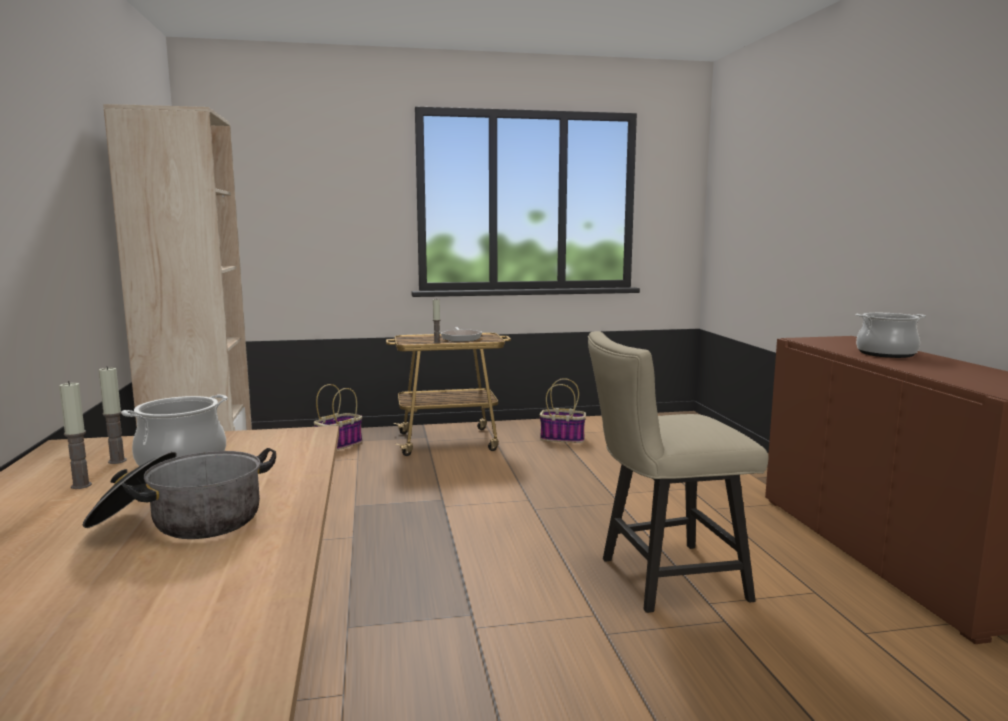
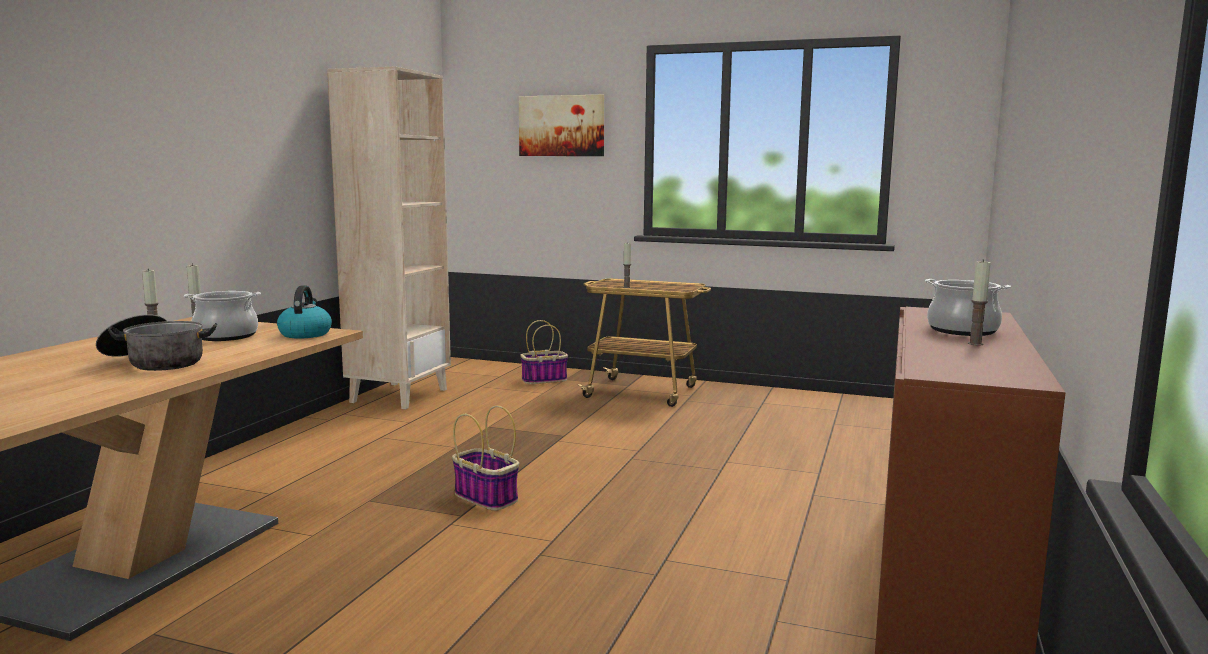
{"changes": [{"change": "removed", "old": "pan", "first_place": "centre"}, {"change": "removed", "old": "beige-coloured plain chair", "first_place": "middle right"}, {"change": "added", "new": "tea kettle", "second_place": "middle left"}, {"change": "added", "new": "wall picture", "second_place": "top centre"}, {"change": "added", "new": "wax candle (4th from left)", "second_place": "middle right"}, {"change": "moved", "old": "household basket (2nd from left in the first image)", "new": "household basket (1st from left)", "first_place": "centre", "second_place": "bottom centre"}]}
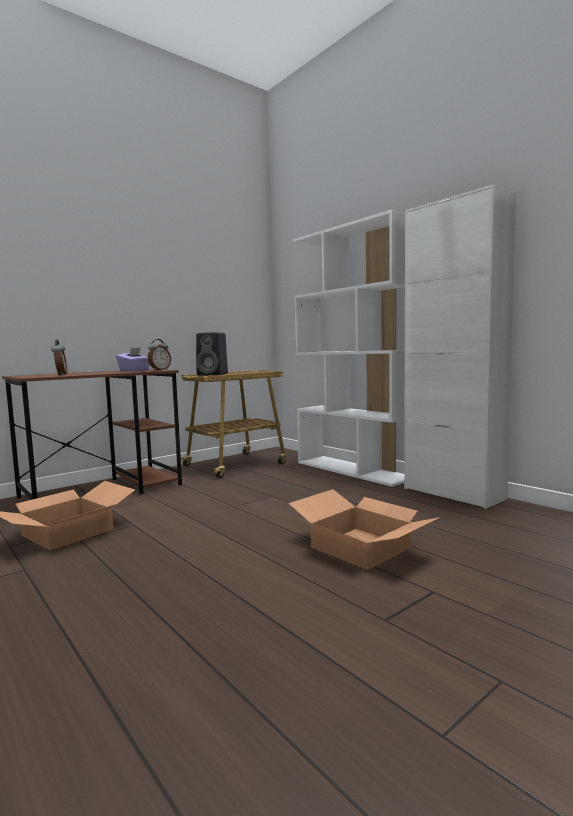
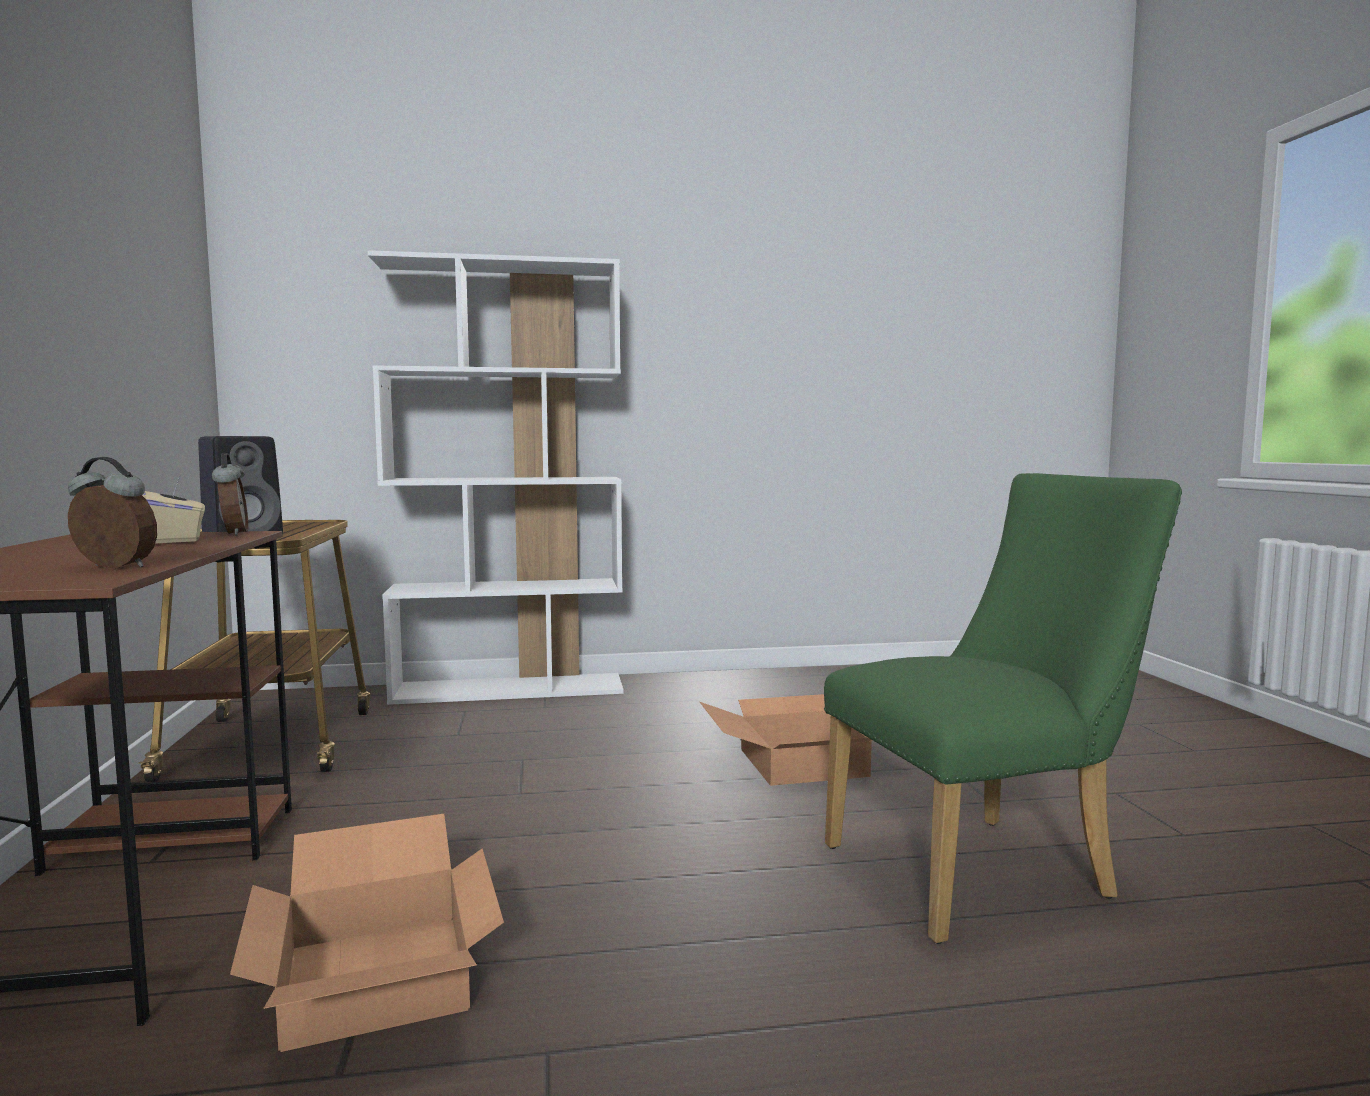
{"changes": [{"change": "removed", "old": "white-coloured cabinet", "first_place": "middle right"}, {"change": "added", "new": "green-coloured plain chair", "second_place": "middle right"}, {"change": "recoloured", "old": "purple tissue holder", "new": "beige-coloured tissue holder", "first_place": "middle left", "second_place": "middle left"}]}
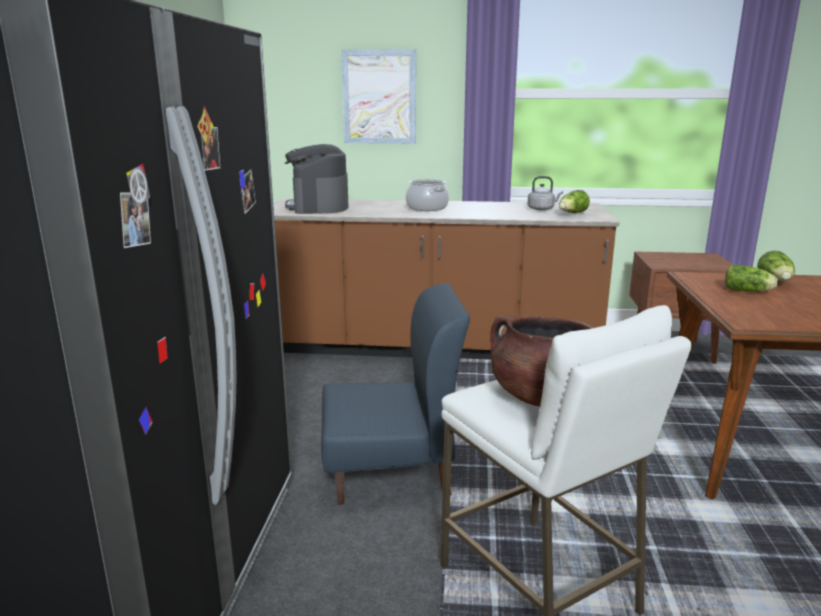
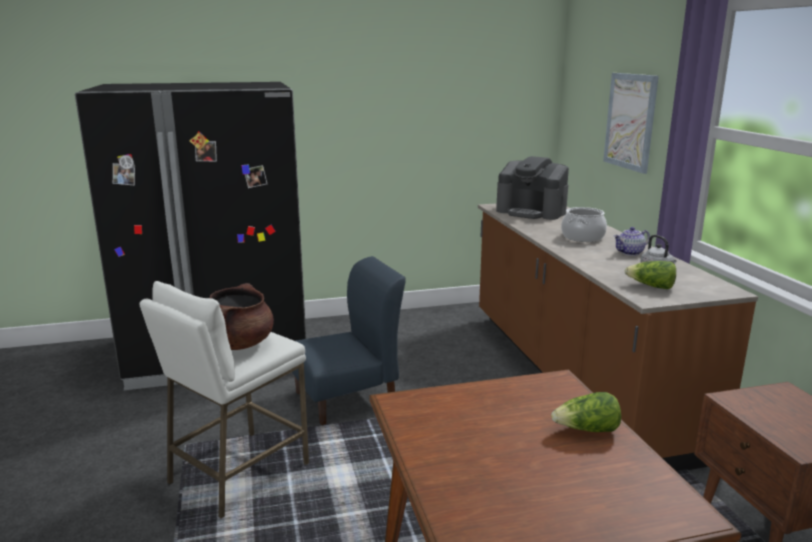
{"changes": [{"change": "removed", "old": "lettuce (2nd from left)", "first_place": "middle right"}, {"change": "added", "new": "pot for tea", "second_place": "middle right"}, {"change": "turned", "old": "coffee machine", "first_place": "top centre", "second_place": "centre", "degrees": -120}, {"change": "turned", "old": "blue-coloured plain chair", "first_place": "centre", "second_place": "centre", "degrees": -90}]}
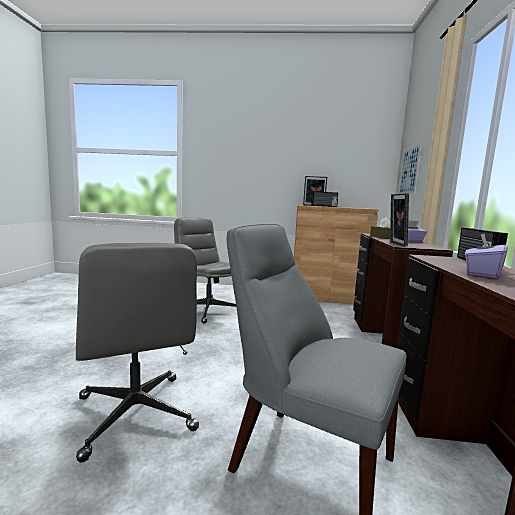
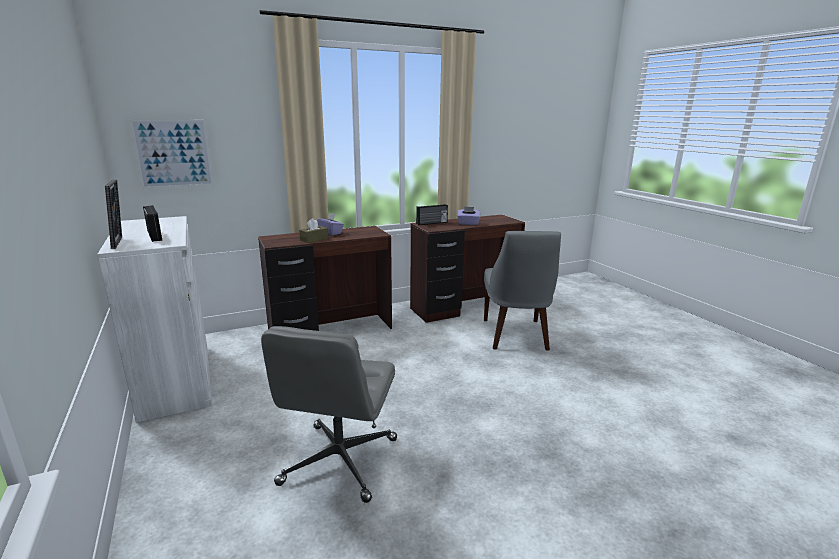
{"changes": [{"change": "removed", "old": "greyish desk chair (1st from left)", "first_place": "bottom left"}, {"change": "removed", "old": "picture frame (2nd from left)", "first_place": "middle right"}, {"change": "recoloured", "old": "brownish cabinet", "new": "white-coloured cabinet", "first_place": "centre", "second_place": "middle left"}]}
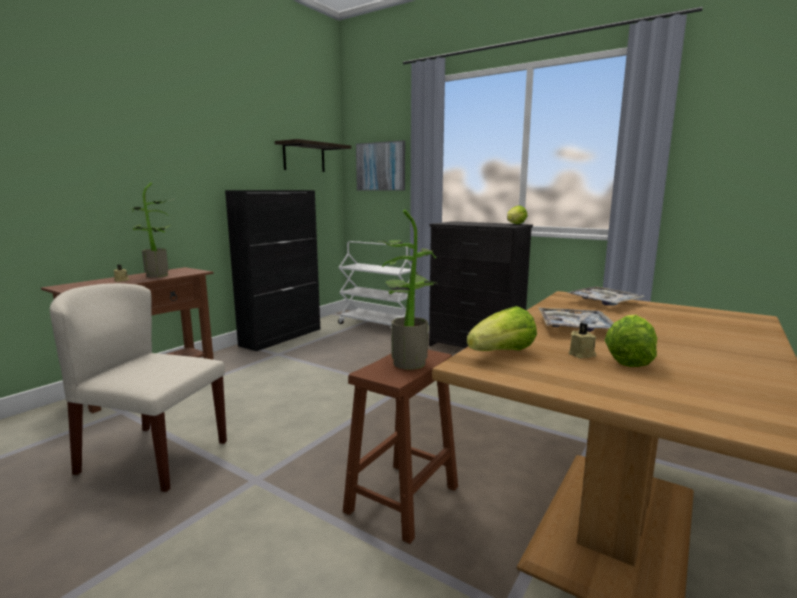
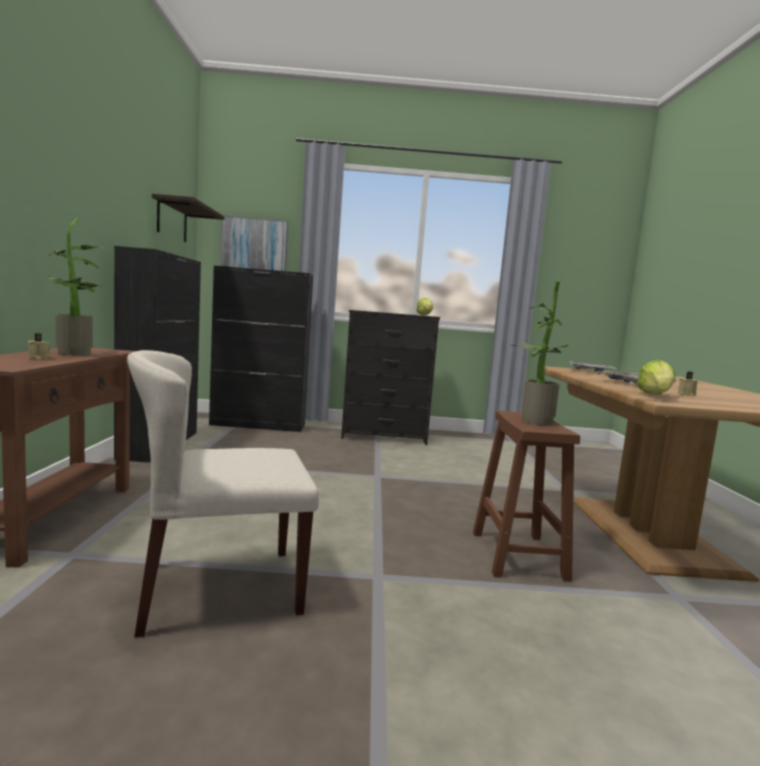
{"changes": [{"change": "removed", "old": "lettuce (3rd from left)", "first_place": "middle right"}, {"change": "replaced", "old": "white-coloured wheeled cart", "new": "blackish cabinet (2nd from left)", "first_place": "centre", "second_place": "centre"}]}
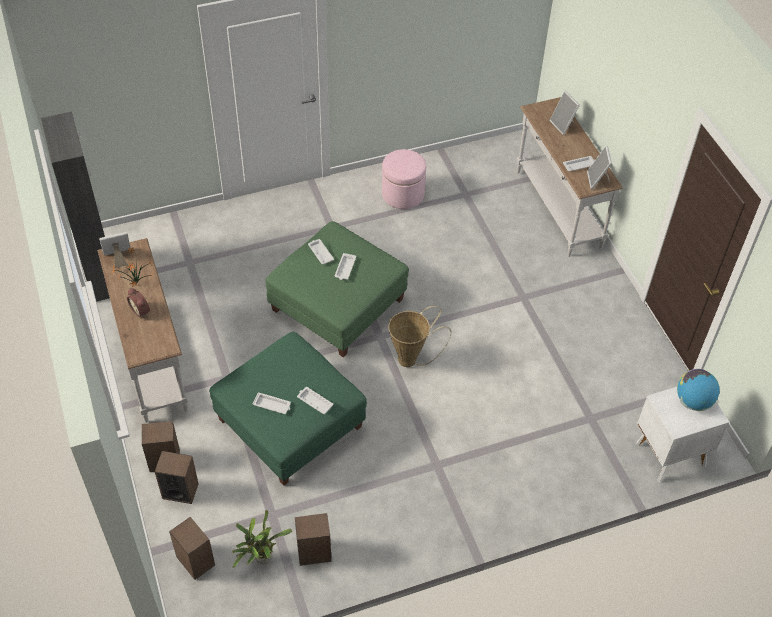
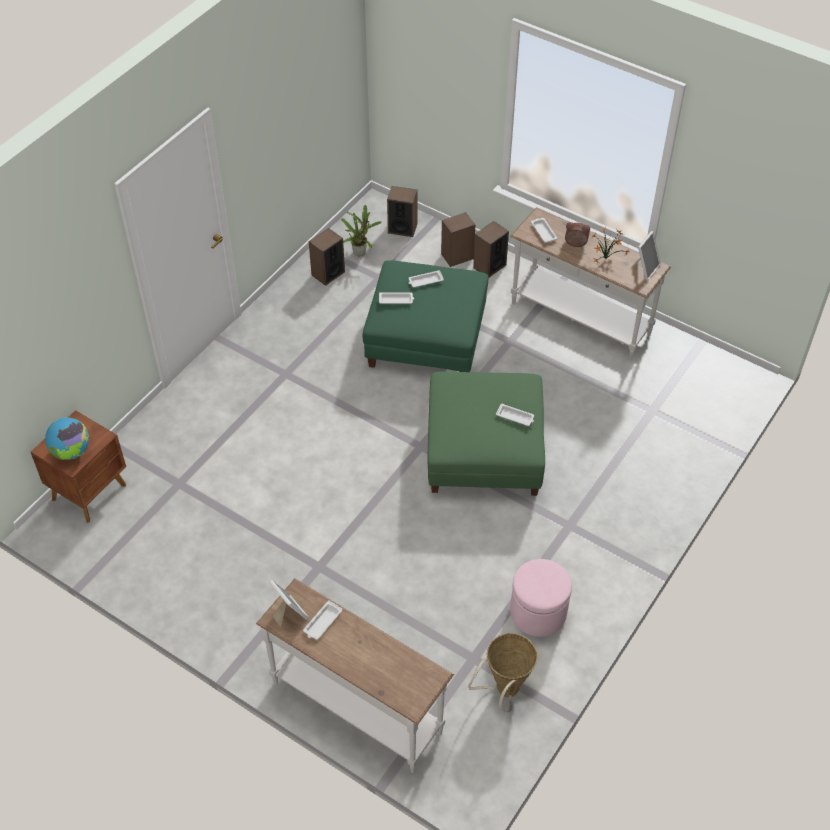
{"changes": [{"change": "removed", "old": "blackish cabinet", "first_place": "middle left"}, {"change": "removed", "old": "picture frame (2nd from left)", "first_place": "top right"}, {"change": "moved", "old": "white-coloured carrying tray (4th from left in the first image)", "new": "white-coloured carrying tray (5th from left)", "first_place": "centre", "second_place": "top centre"}, {"change": "moved", "old": "household basket", "first_place": "centre", "second_place": "bottom centre"}, {"change": "recoloured", "old": "white-coloured bedside table", "new": "brownish bedside table", "first_place": "bottom right", "second_place": "middle left"}]}
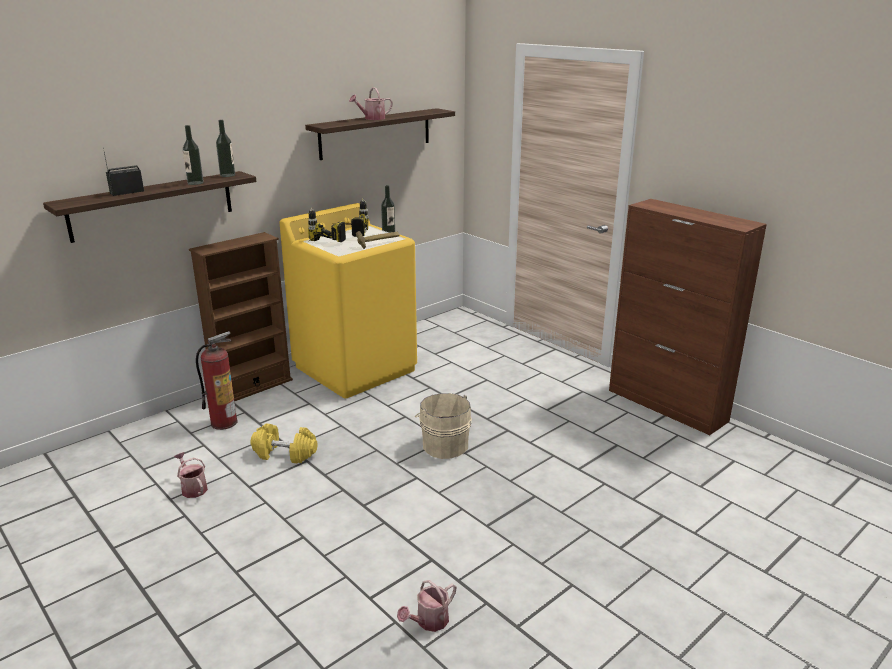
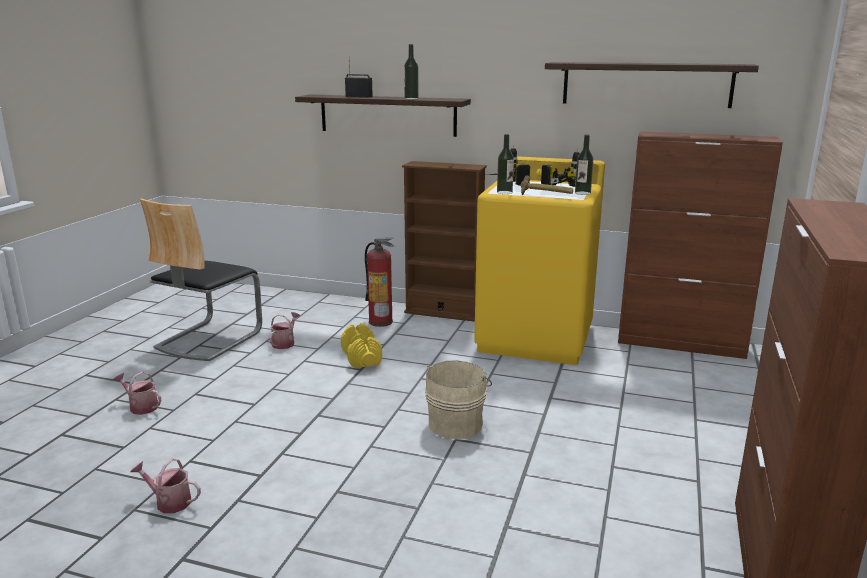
{"changes": [{"change": "added", "new": "plain chair", "second_place": "middle left"}, {"change": "added", "new": "brownish cabinet (1st from left)", "second_place": "middle right"}, {"change": "moved", "old": "drink bottle (2nd from left)", "first_place": "top left", "second_place": "top centre"}, {"change": "moved", "old": "watering can (2nd from left in the first image)", "new": "watering can (1st from left)", "first_place": "top centre", "second_place": "bottom left"}]}
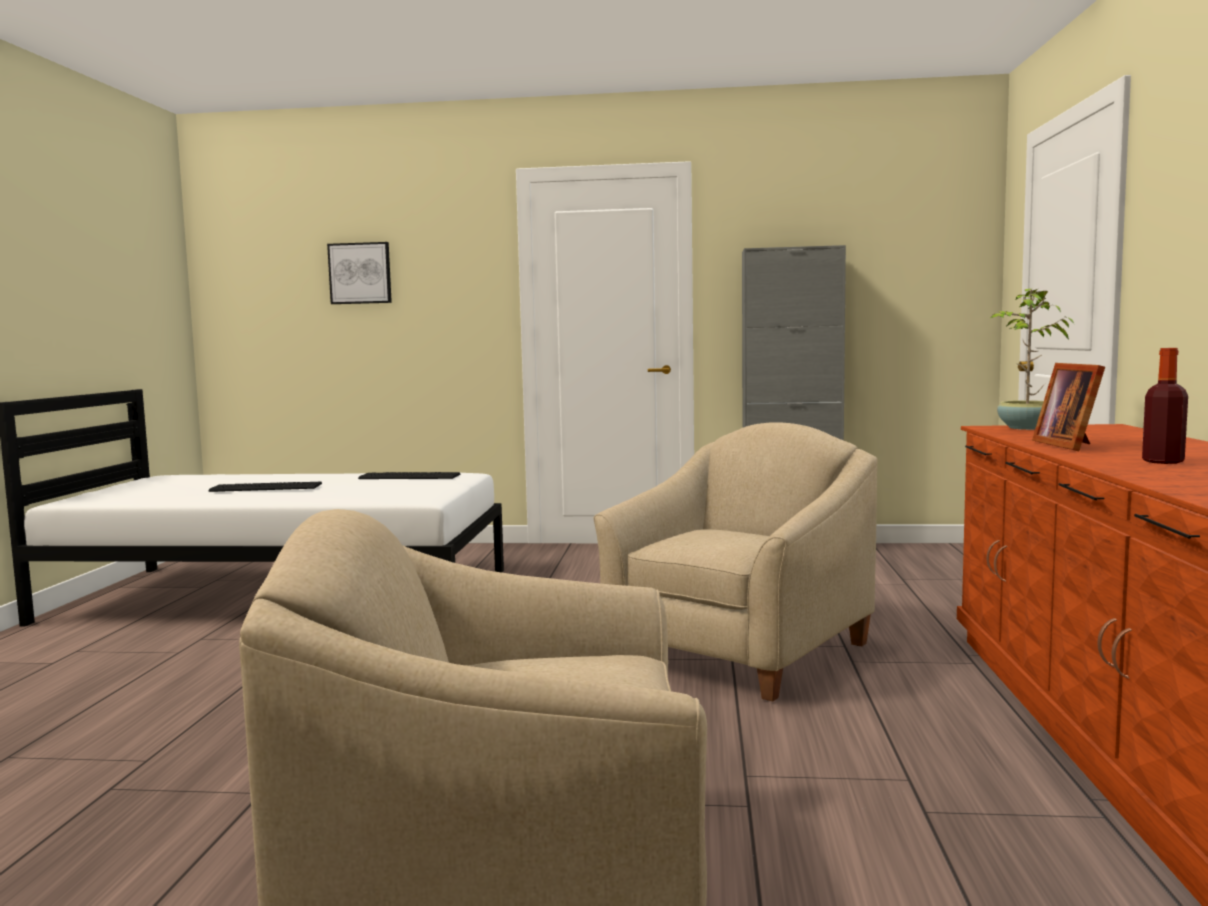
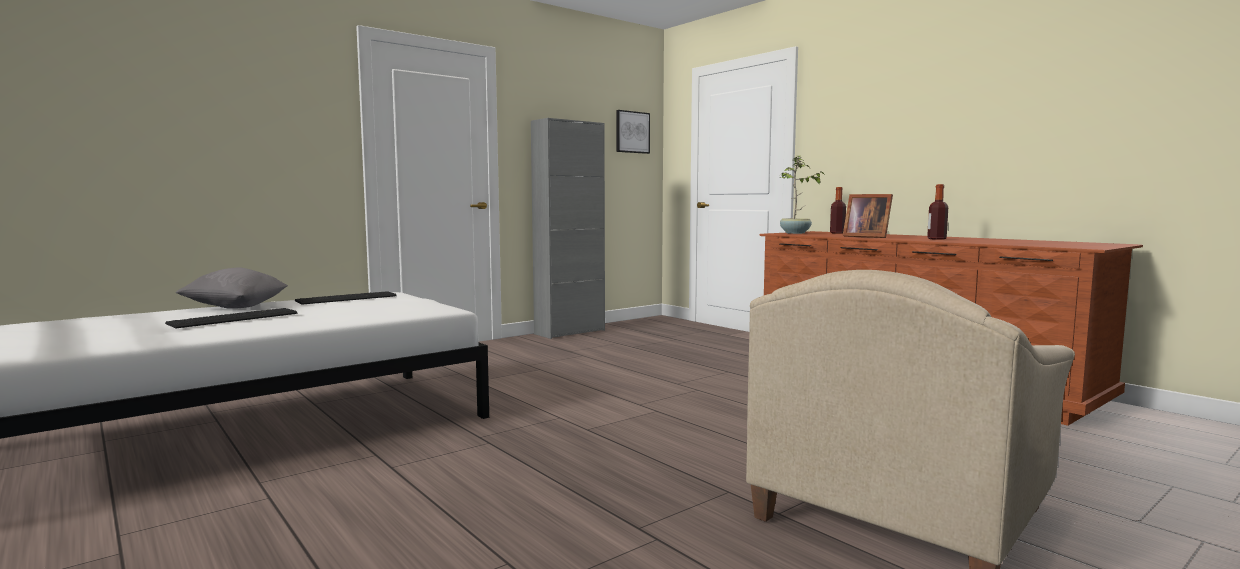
{"changes": [{"change": "removed", "old": "beige-coloured easy chair (2nd from left)", "first_place": "centre"}, {"change": "added", "new": "greyish throw pillow", "second_place": "middle left"}, {"change": "added", "new": "drink bottle (1st from left)", "second_place": "middle right"}, {"change": "moved", "old": "wall picture", "first_place": "top left", "second_place": "top centre"}]}
